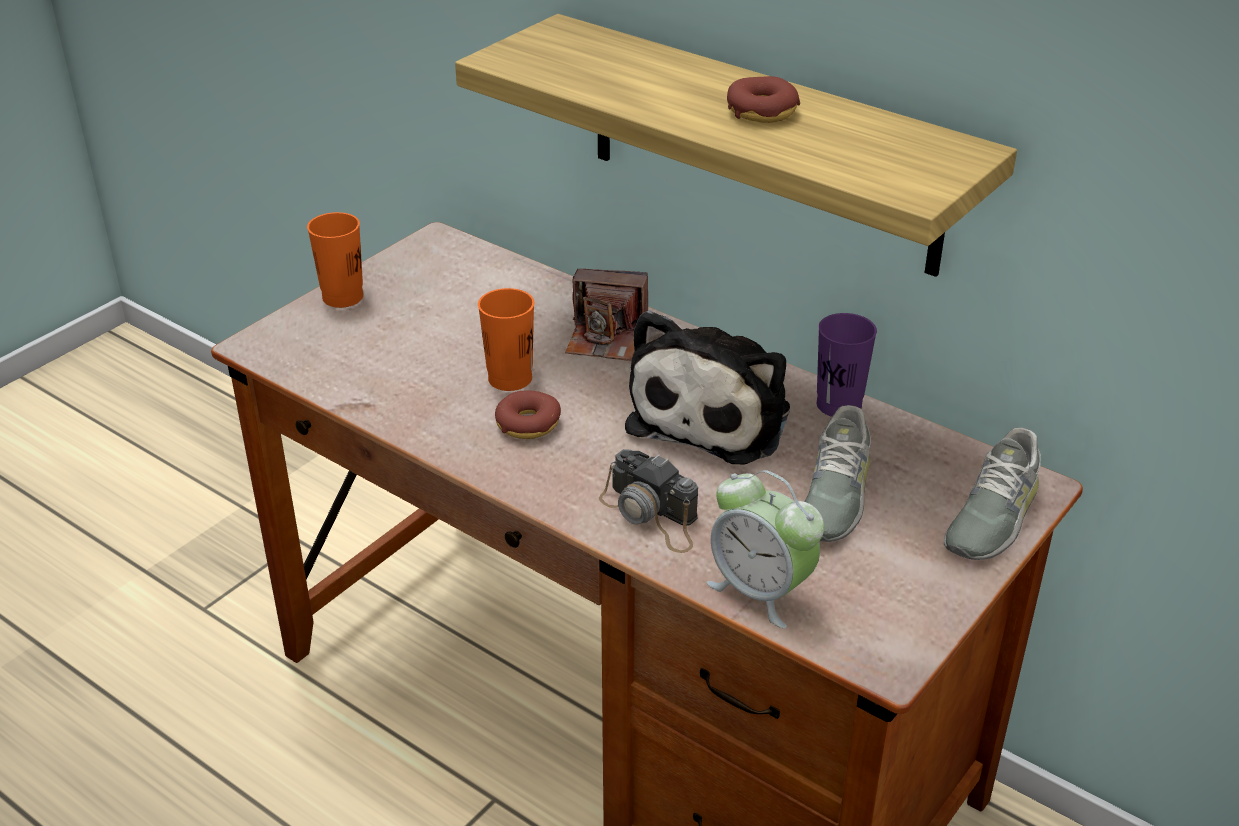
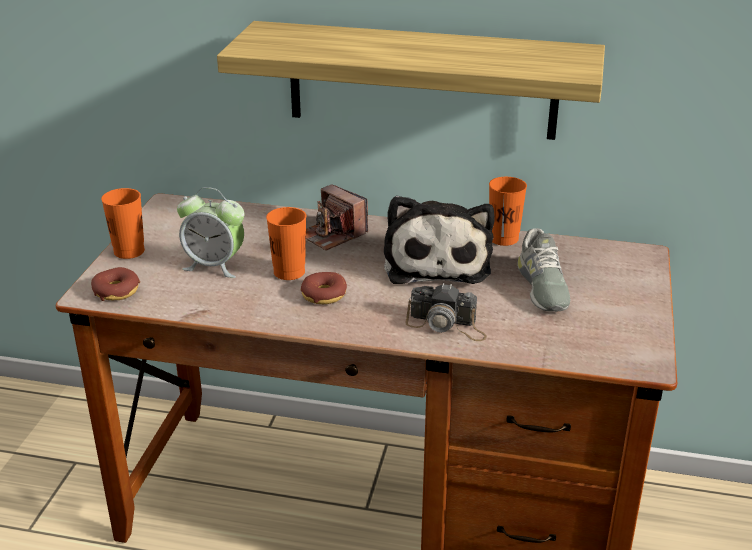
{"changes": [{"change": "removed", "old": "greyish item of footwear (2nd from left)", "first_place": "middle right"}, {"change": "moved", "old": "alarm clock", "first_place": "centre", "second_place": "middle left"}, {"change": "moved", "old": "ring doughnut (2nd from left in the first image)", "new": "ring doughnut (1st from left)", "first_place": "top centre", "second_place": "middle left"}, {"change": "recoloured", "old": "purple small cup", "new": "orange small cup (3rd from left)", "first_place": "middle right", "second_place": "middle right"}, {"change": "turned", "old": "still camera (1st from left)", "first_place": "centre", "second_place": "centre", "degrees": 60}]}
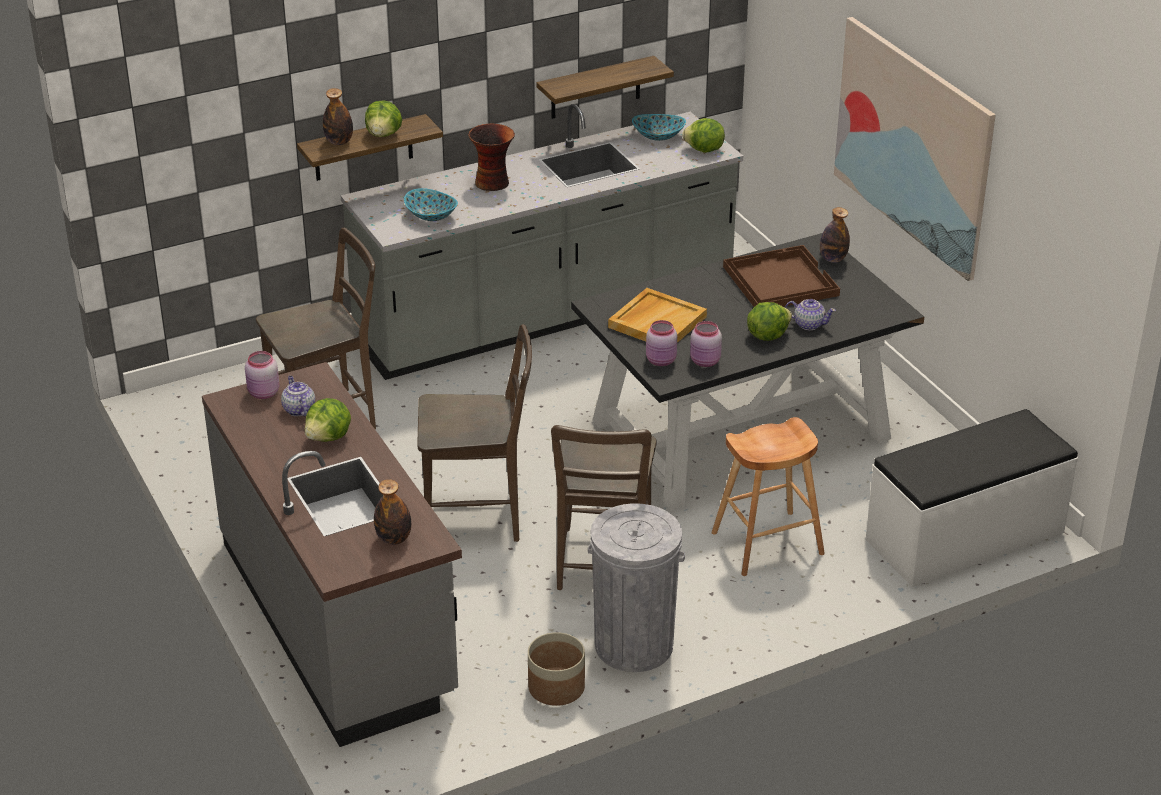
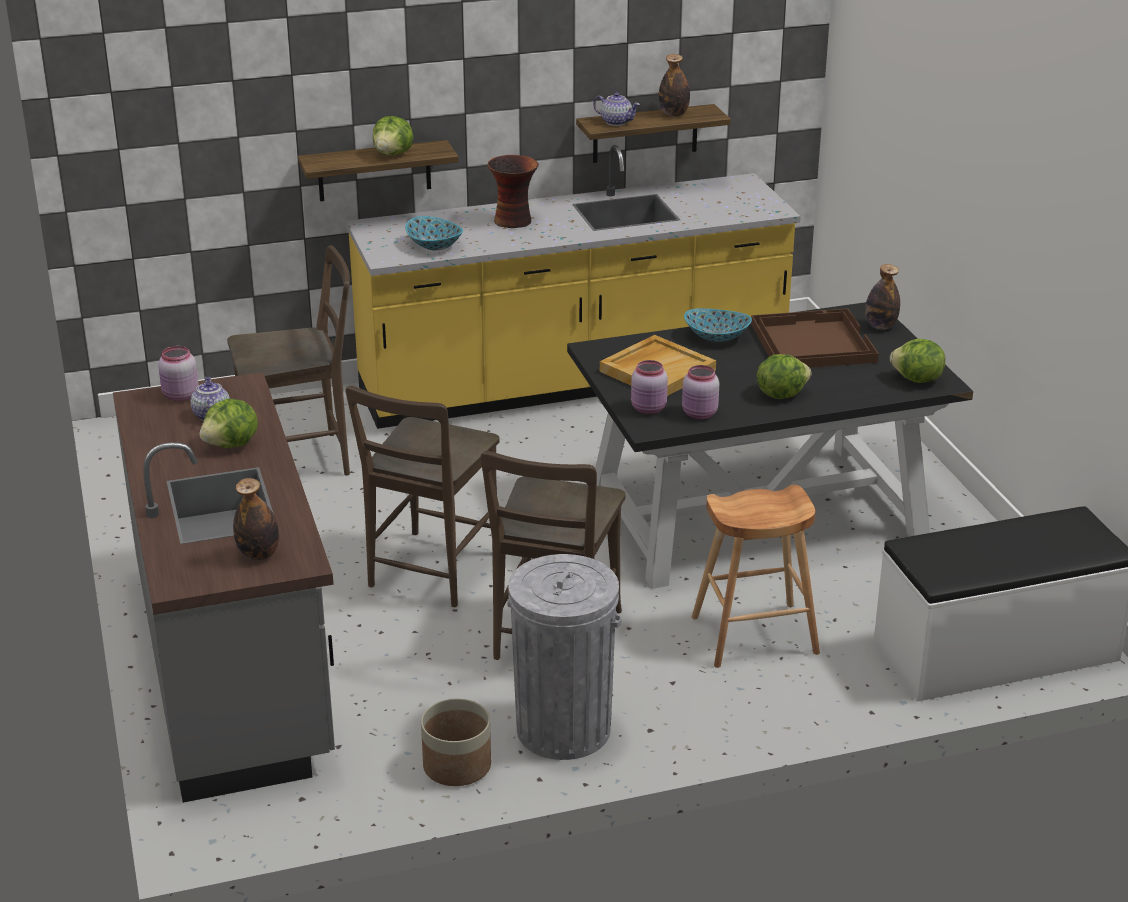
{"changes": [{"change": "removed", "old": "wall picture", "first_place": "top right"}, {"change": "moved", "old": "drink bottle (1st from left in the first image)", "new": "drink bottle (2nd from left)", "first_place": "top left", "second_place": "top centre"}, {"change": "moved", "old": "deep dish (2nd from left)", "first_place": "top centre", "second_place": "centre"}, {"change": "moved", "old": "lettuce (3rd from left in the first image)", "new": "lettuce (4th from left)", "first_place": "top centre", "second_place": "middle right"}, {"change": "moved", "old": "pot for tea (2nd from left)", "first_place": "middle right", "second_place": "top centre"}, {"change": "recoloured", "old": "greyish kitchen base unit (2nd from left)", "new": "yellow-coloured kitchen base unit", "first_place": "top centre", "second_place": "top centre"}, {"change": "turned", "old": "brownish plain chair (2nd from left)", "first_place": "centre", "second_place": "centre", "degrees": 105}]}
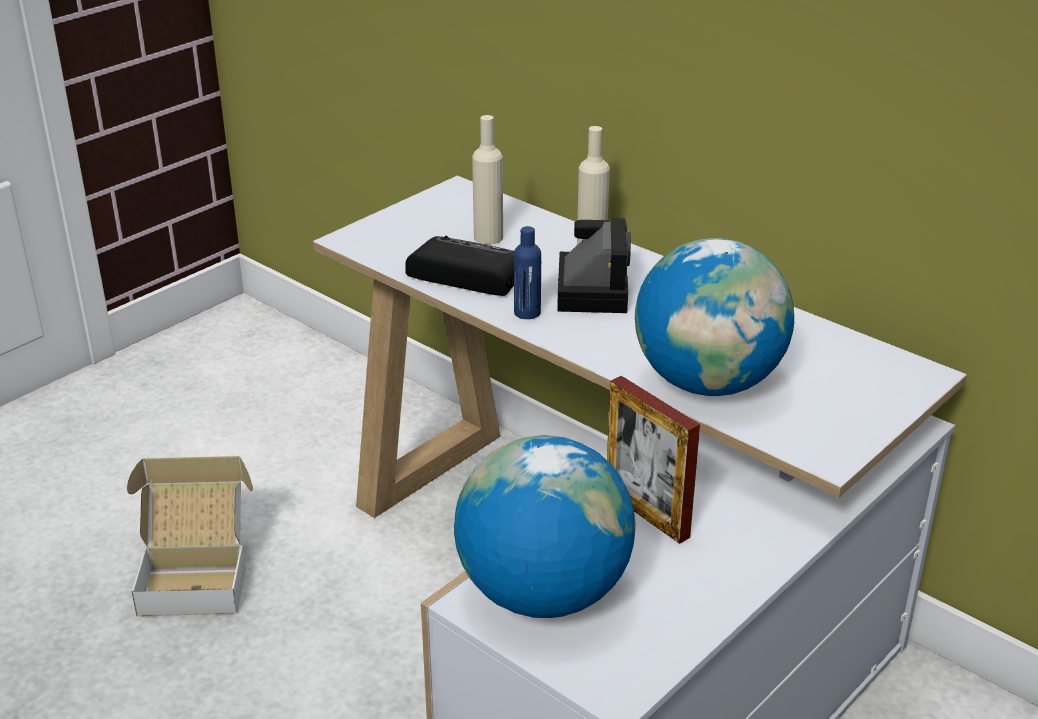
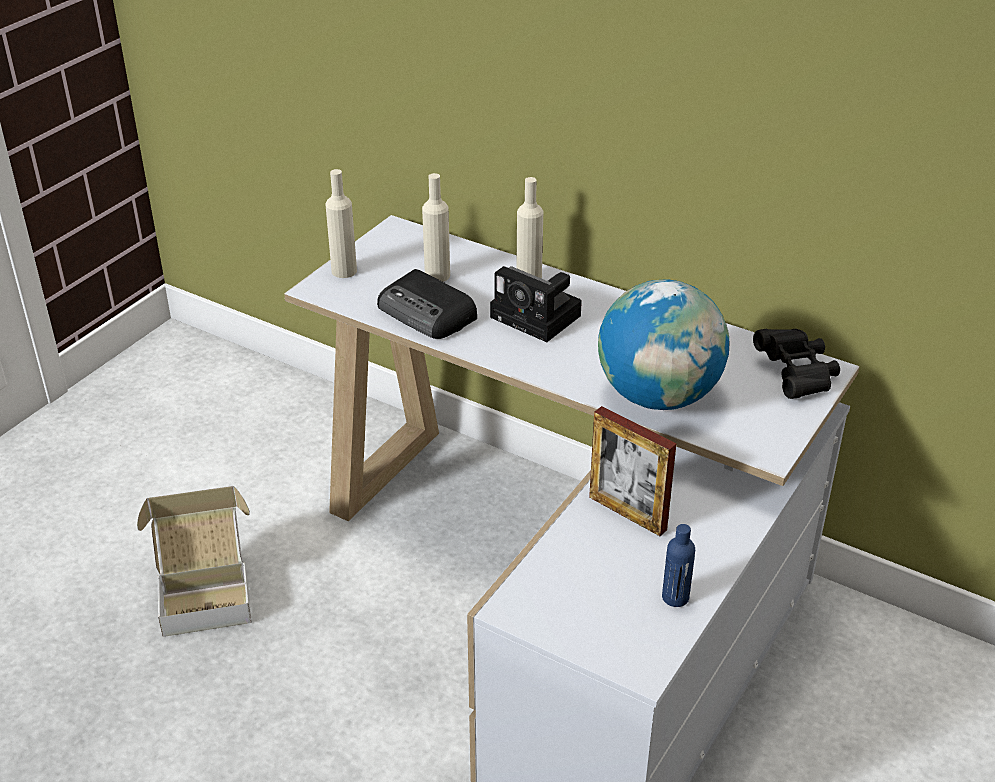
{"changes": [{"change": "removed", "old": "world globe (1st from left)", "first_place": "bottom centre"}, {"change": "added", "new": "beige-coloured drink bottle (1st from left)", "second_place": "top centre"}, {"change": "added", "new": "blackish pair of binoculars", "second_place": "middle right"}, {"change": "moved", "old": "blue-coloured drink bottle", "first_place": "centre", "second_place": "bottom right"}, {"change": "turned", "old": "radio receiver", "first_place": "centre", "second_place": "centre", "degrees": -150}, {"change": "turned", "old": "still camera", "first_place": "centre", "second_place": "centre", "degrees": 135}]}
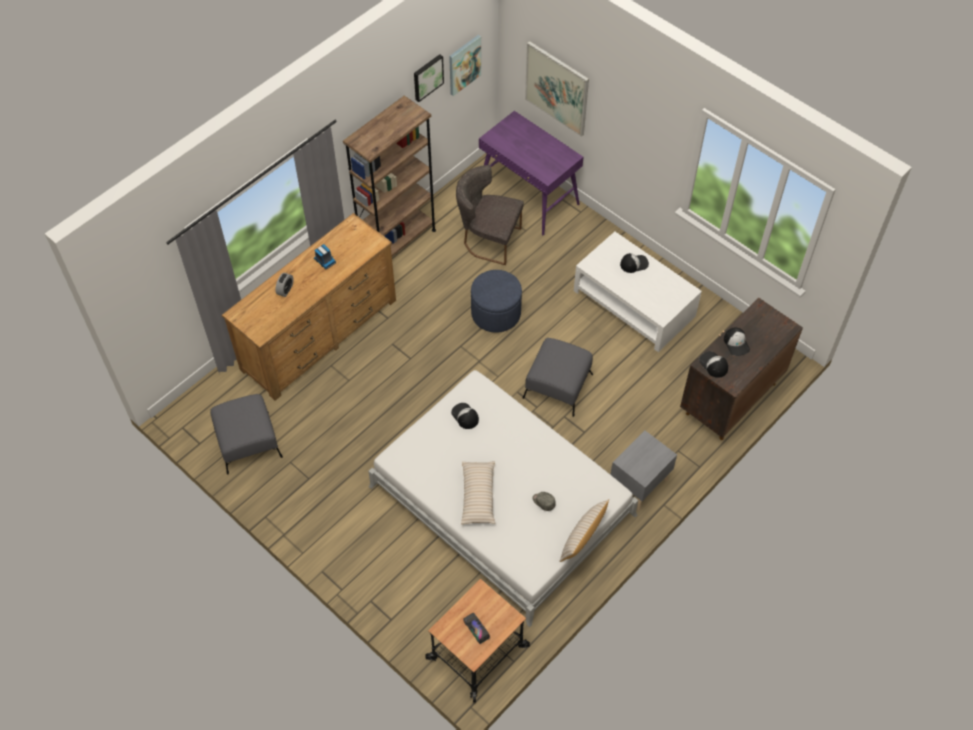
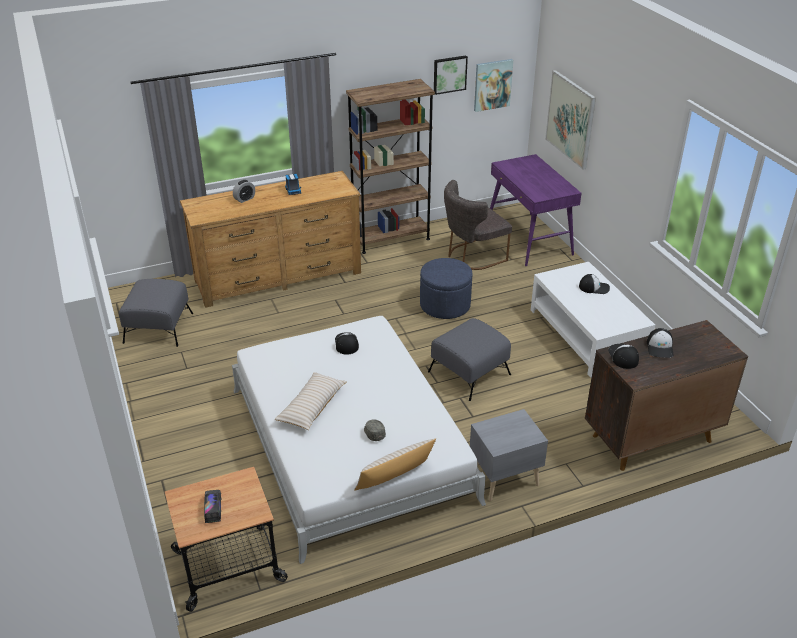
{"changes": [{"change": "turned", "old": "greyish plain chair", "first_place": "top centre", "second_place": "centre", "degrees": -75}]}
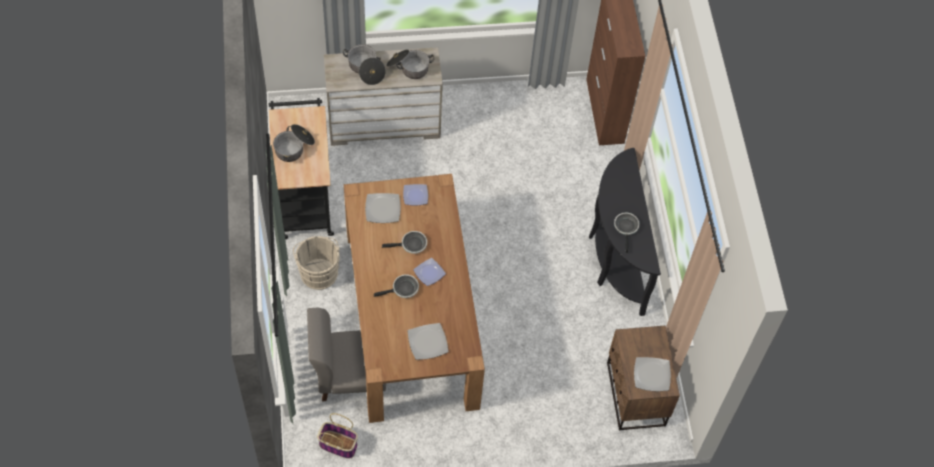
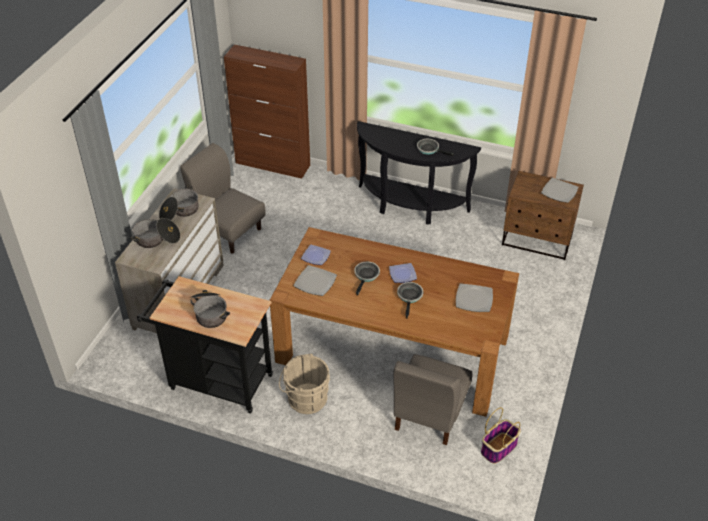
{"changes": [{"change": "added", "new": "greyish plain chair (1st from left)", "second_place": "middle left"}]}
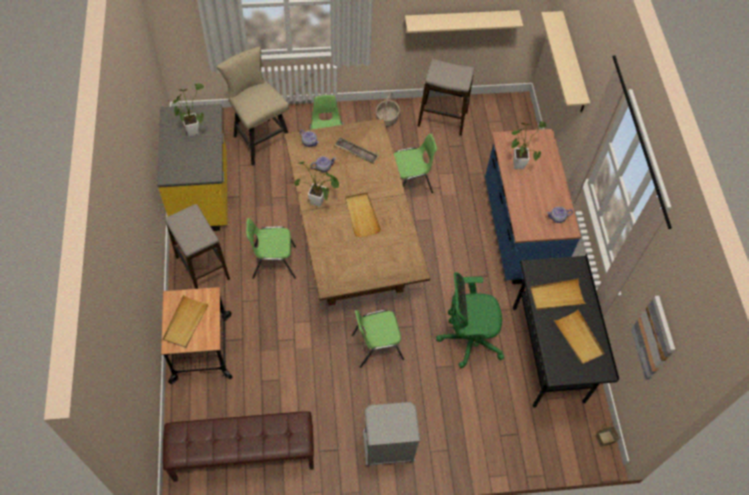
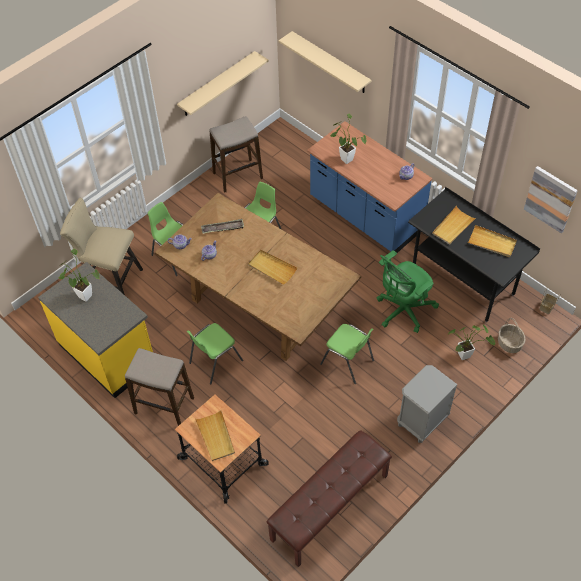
{"changes": [{"change": "moved", "old": "plant in a pot (2nd from left in the first image)", "new": "plant in a pot (3rd from left)", "first_place": "centre", "second_place": "middle right"}, {"change": "moved", "old": "household basket (1st from left)", "first_place": "top centre", "second_place": "middle right"}, {"change": "turned", "old": "green-coloured plain chair (3rd from left in the first image)", "first_place": "bottom centre", "second_place": "centre", "degrees": -90}]}
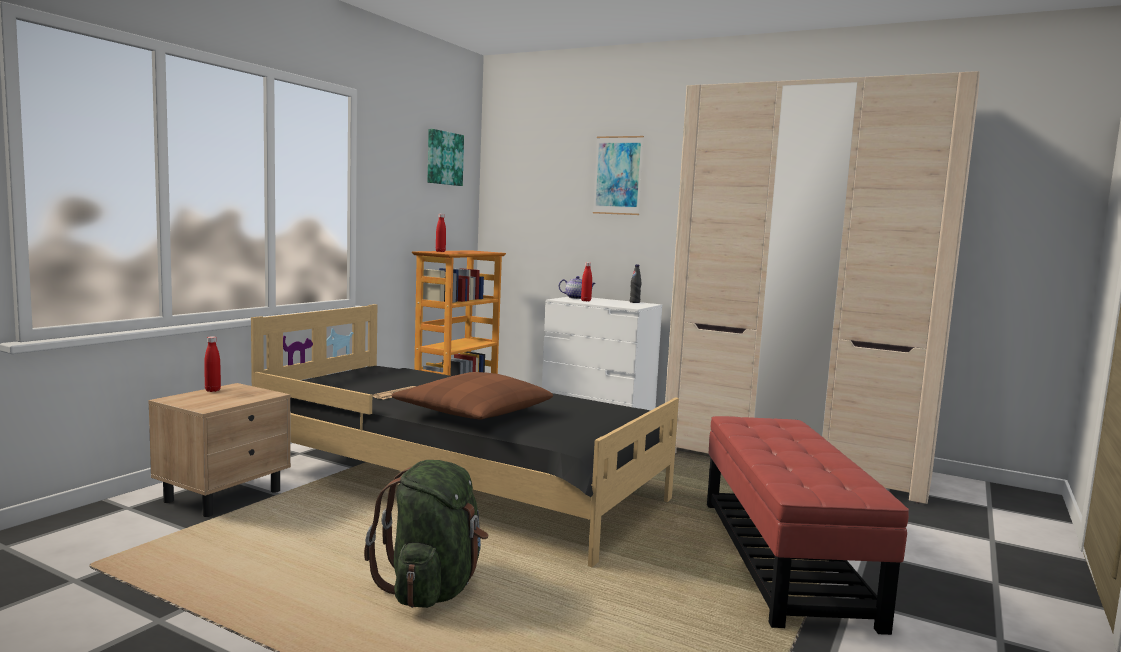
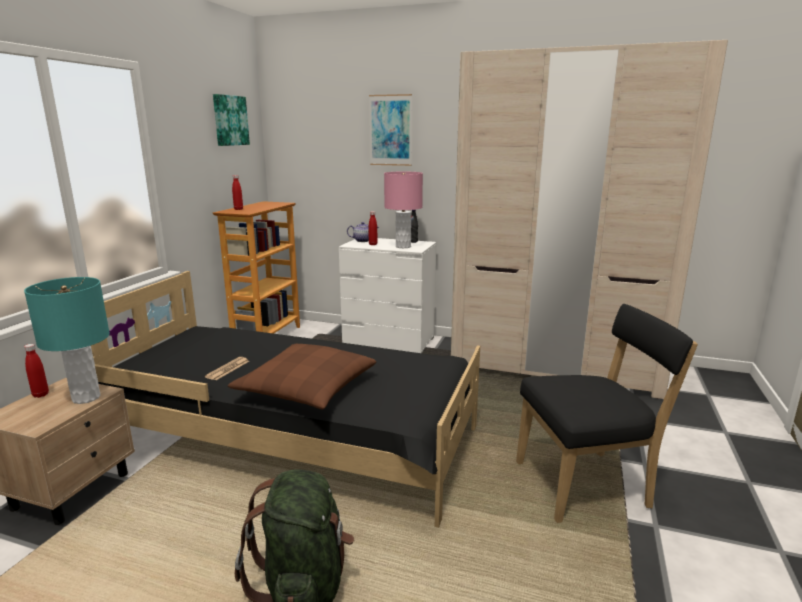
{"changes": [{"change": "added", "new": "blue-green lamp for a table", "second_place": "middle left"}, {"change": "added", "new": "pinkish lamp for a table", "second_place": "centre"}, {"change": "replaced", "old": "red ottoman", "new": "blackish plain chair", "first_place": "bottom right", "second_place": "bottom right"}]}
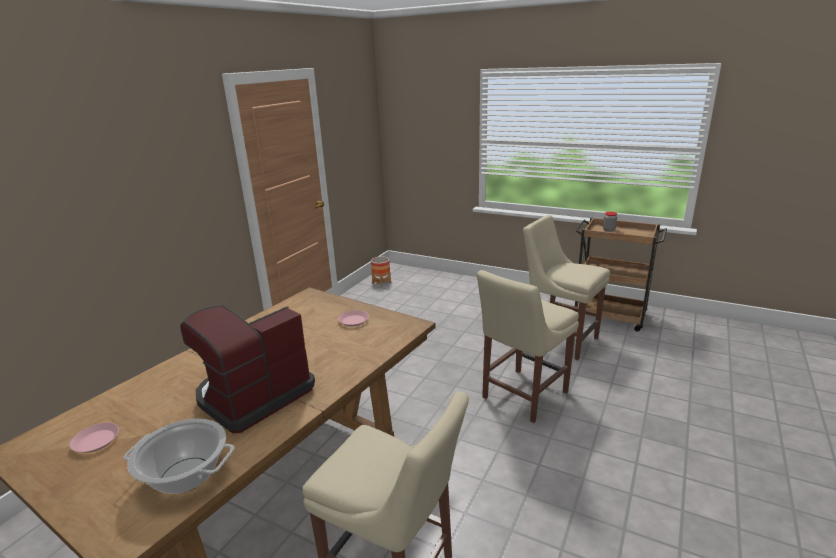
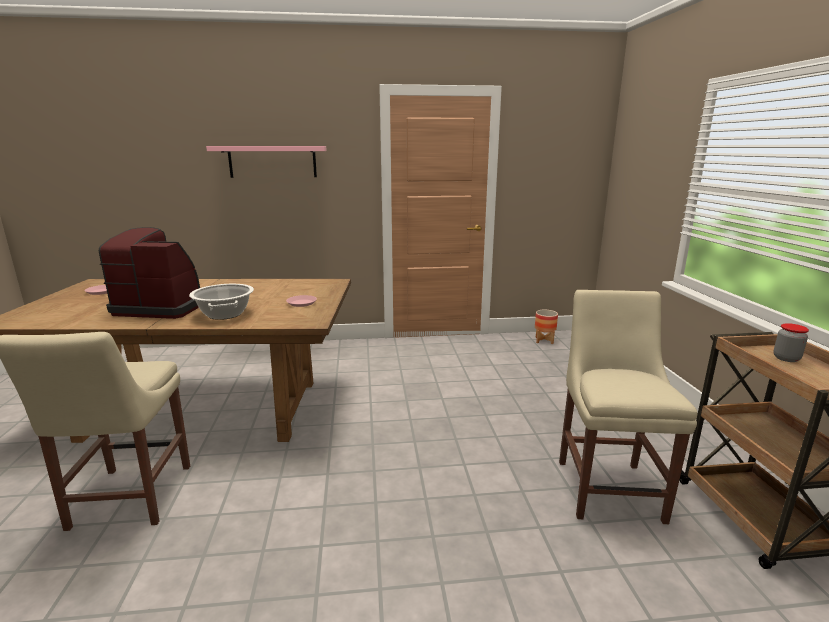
{"changes": [{"change": "removed", "old": "beige-coloured plain chair (2nd from left)", "first_place": "centre"}, {"change": "added", "new": "pinkish bracket shelf", "second_place": "top left"}, {"change": "moved", "old": "saucepot", "first_place": "bottom left", "second_place": "middle left"}]}
